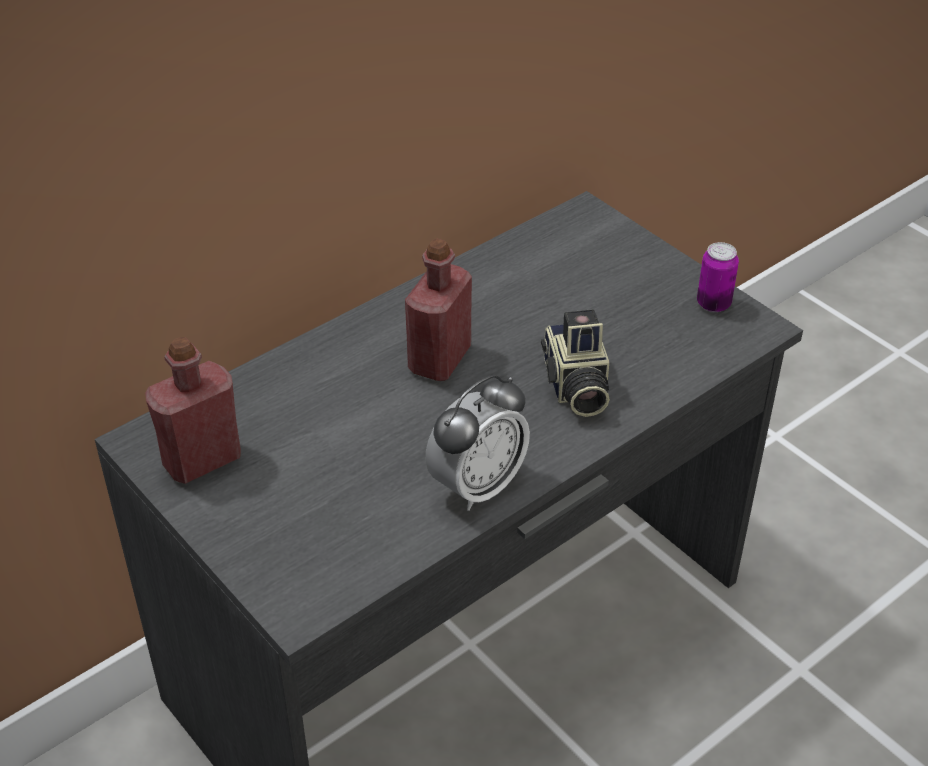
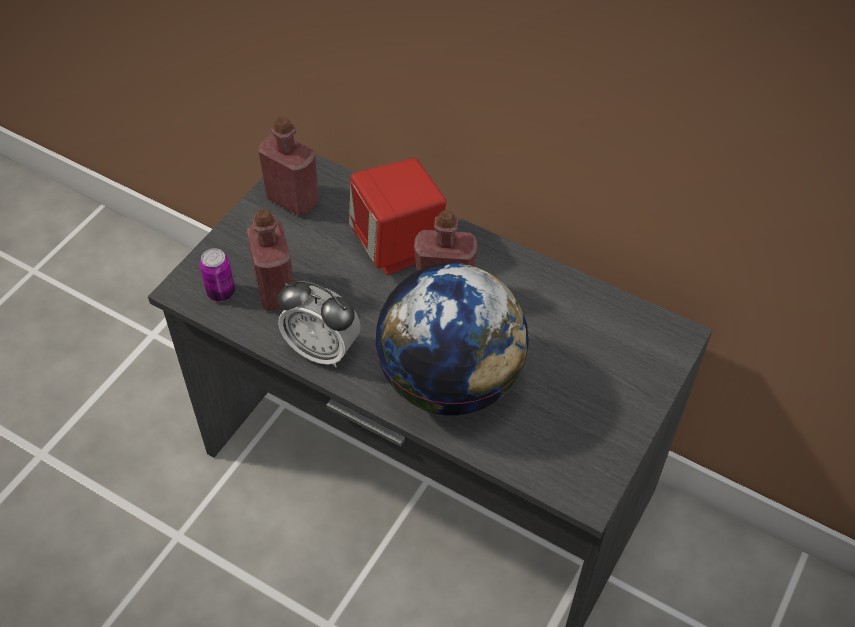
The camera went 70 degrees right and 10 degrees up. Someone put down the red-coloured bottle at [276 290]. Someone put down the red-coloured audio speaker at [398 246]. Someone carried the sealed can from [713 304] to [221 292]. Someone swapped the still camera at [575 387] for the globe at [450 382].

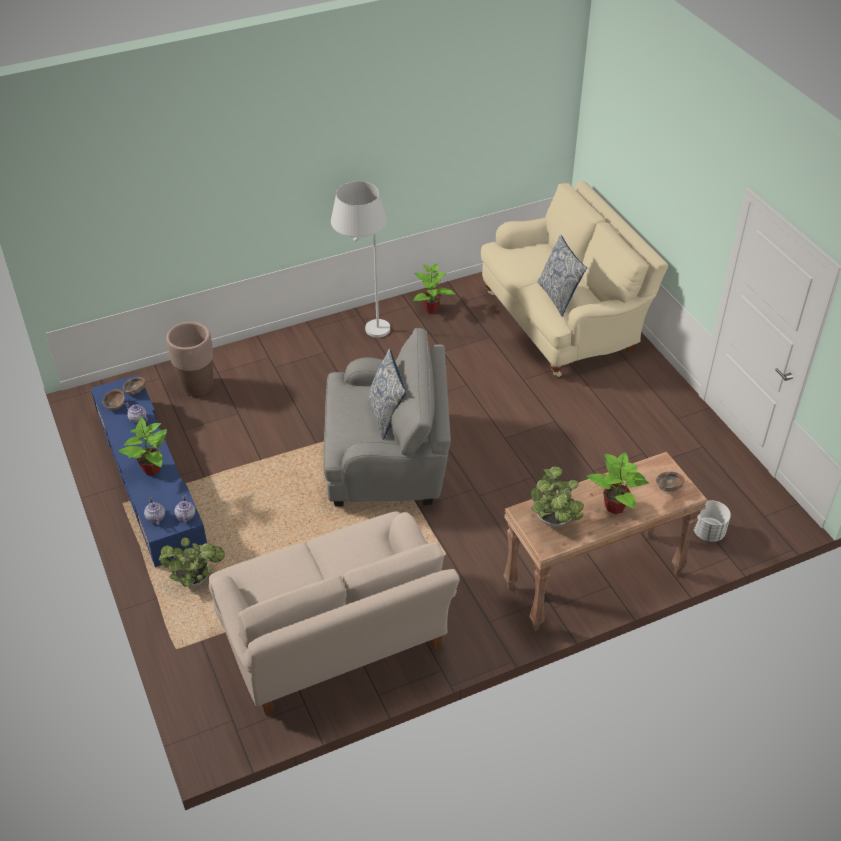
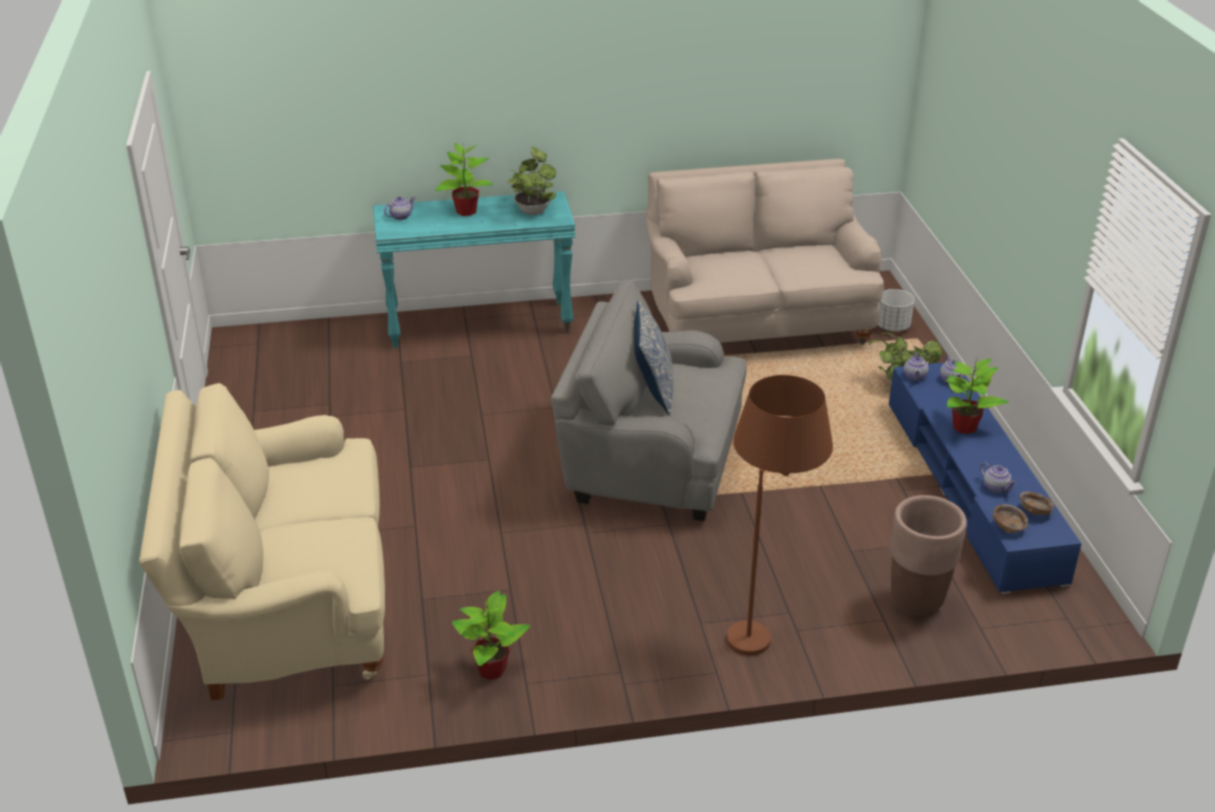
The camera went 165 degrees left and 10 degrees down. Someone took away the whitish standing lamp at [363 330]. Someone took away the cushion at [559 297]. Someone put down the brownish standing lamp at [766 629]. Someone carried the whitish flower pot from [708 532] to [892 326]. Someone swapped the brownish deep dish at [668 487] for the teapot at [401 216]. Someone repainted the brownish narrow table at [593 582], which became the blue-green narrow table at [480 324].

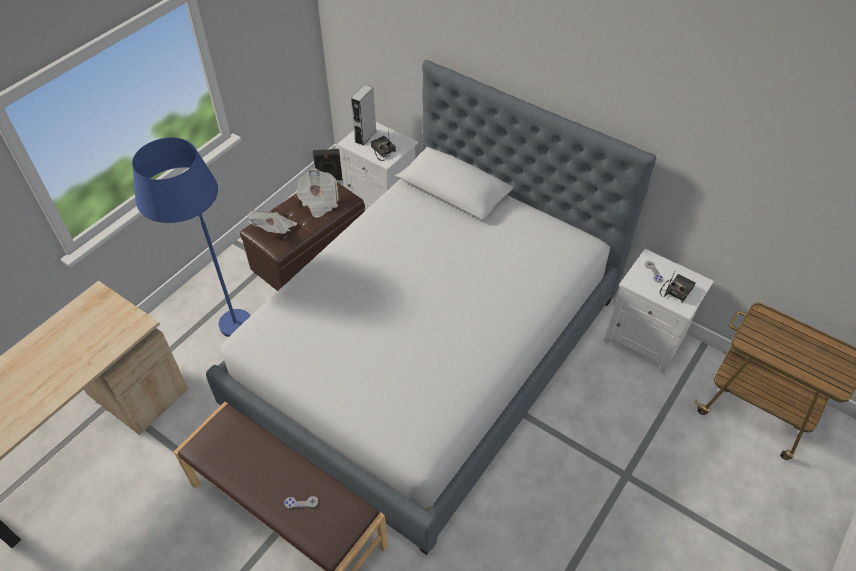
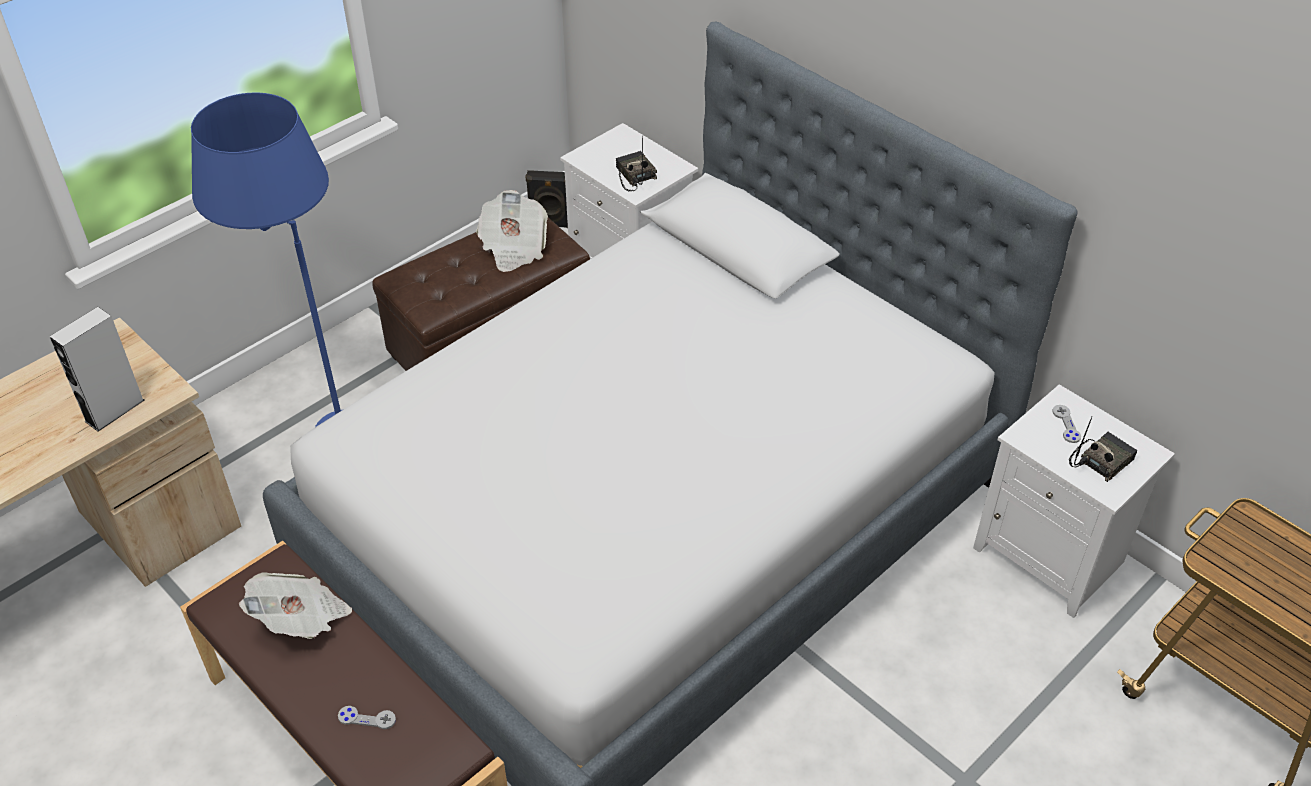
The camera went 10 degrees right and 5 degrees down. Someone carried the daily paper from [274 230] to [301 619]. Someone carried the greyish audio speaker from [365 136] to [114 410].

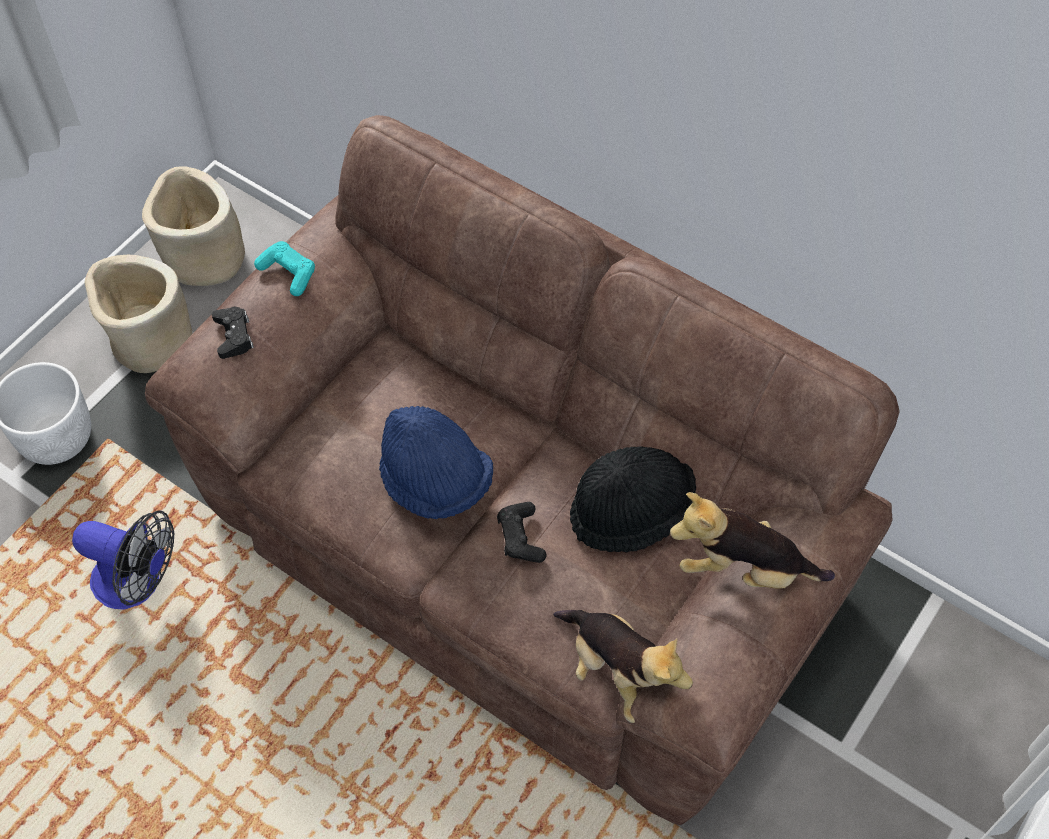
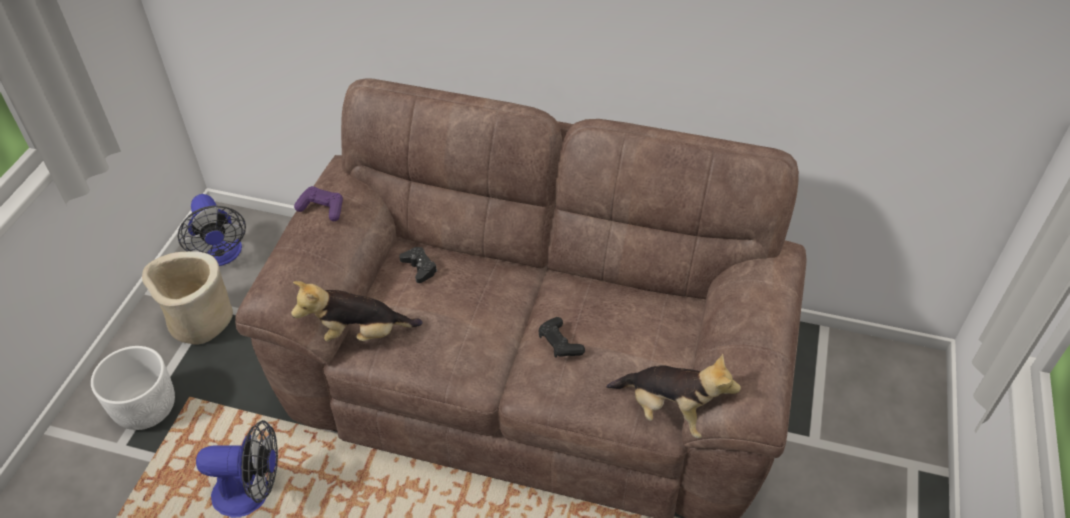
The camera went 20 degrees left and 10 degrees down. Someone took away the blue wearable hat at [435 482]. Someone took away the black-coloured wearable hat at [631 512]. Someone carried the black-coloured joypad from [233 336] to [419 267]. Someone carried the soft toy from [743 569] to [359 335]. Someone swapped the beige-coloured flower pot at [204 258] for the electric fan at [221 255]. Someone repainted the blue-green joypad at [288 273], which became the purple joypad at [322 208].

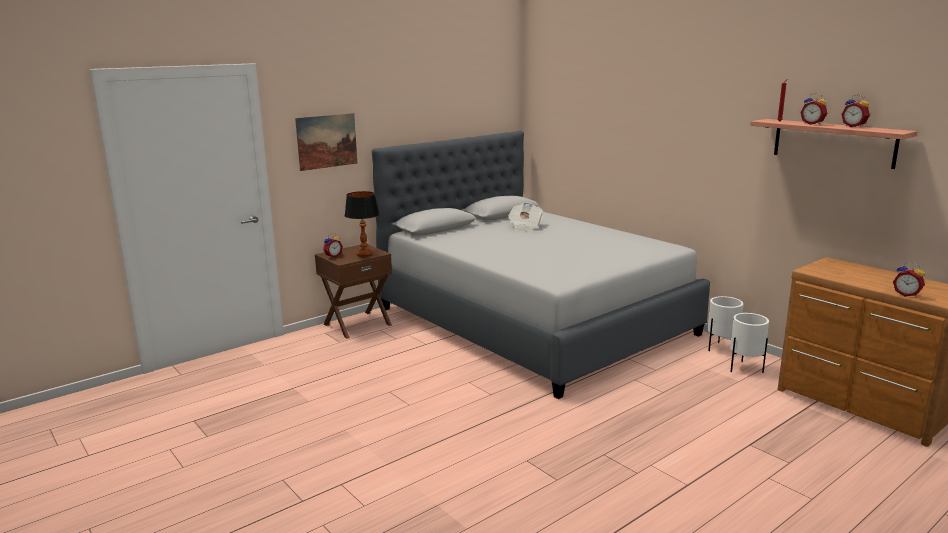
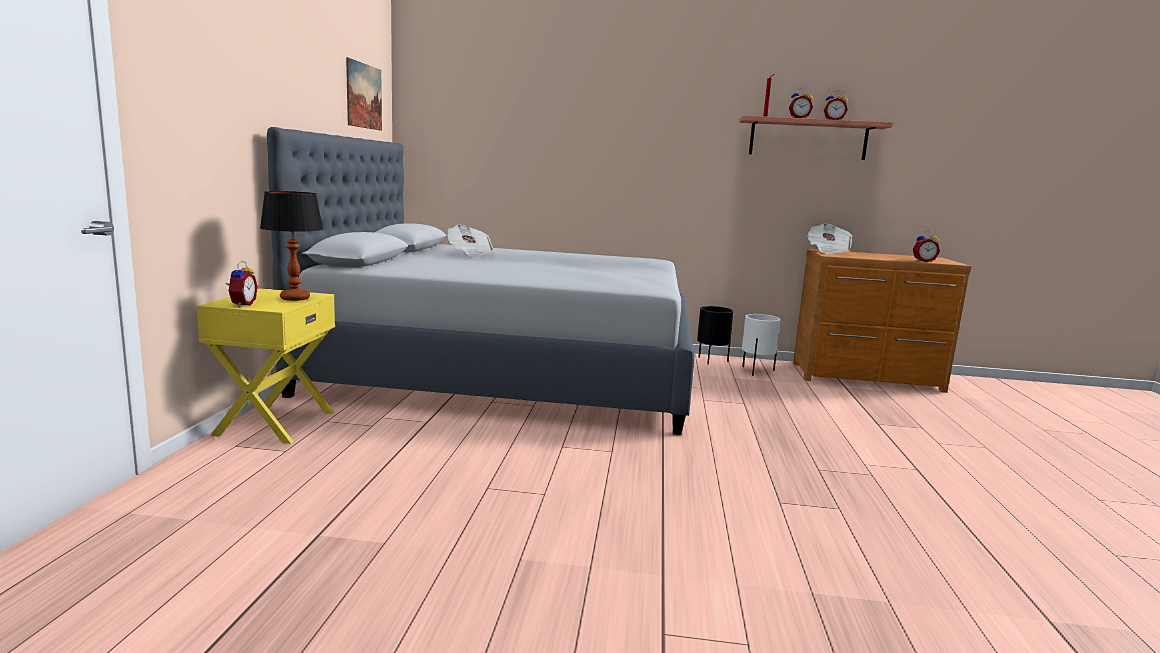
The camera went 45 degrees left and 5 degrees down. Someone put down the daily paper at [827 251]. Someone carried the wall picture from [327 141] to [364 96]. Someone repainted the brownish night table at [357 324], which became the yellow-coloured night table at [274 423]. Someone repainted the whitish flower pot at [722 349], which became the black-coloured flower pot at [711 361].

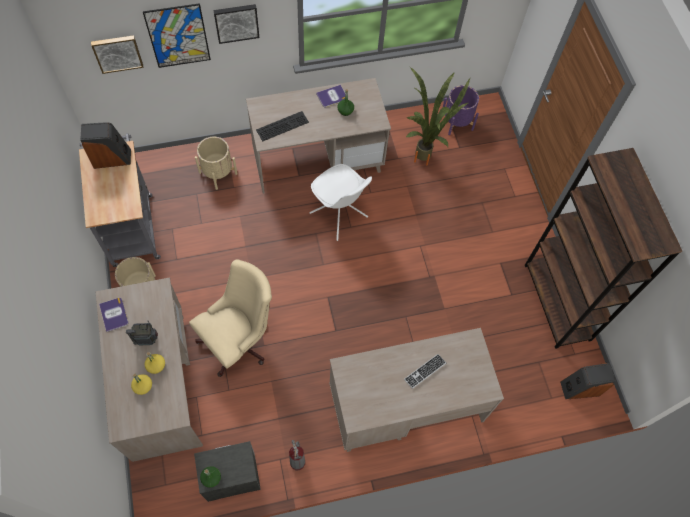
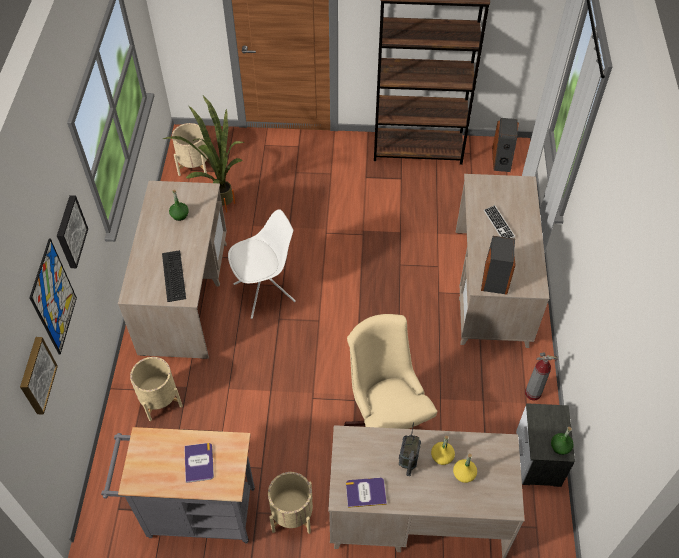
The camera went 70 degrees left and 10 degrees down. Someone carried the audio speaker from [111 157] to [495 276]. Someone carried the book from [332 96] to [199 462]. Someone repainted the purple flower pot at [457 122], which became the beige-coloured flower pot at [194 165].

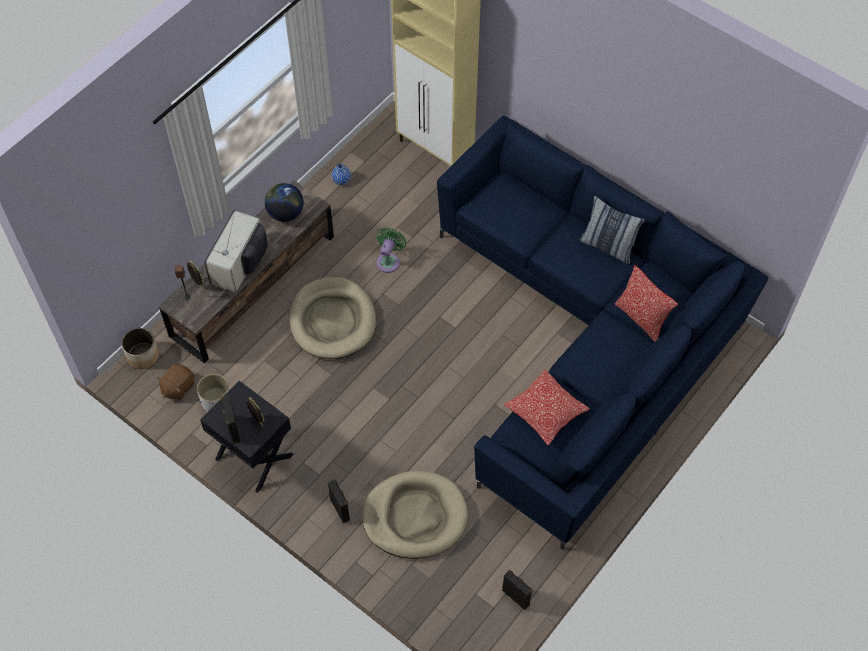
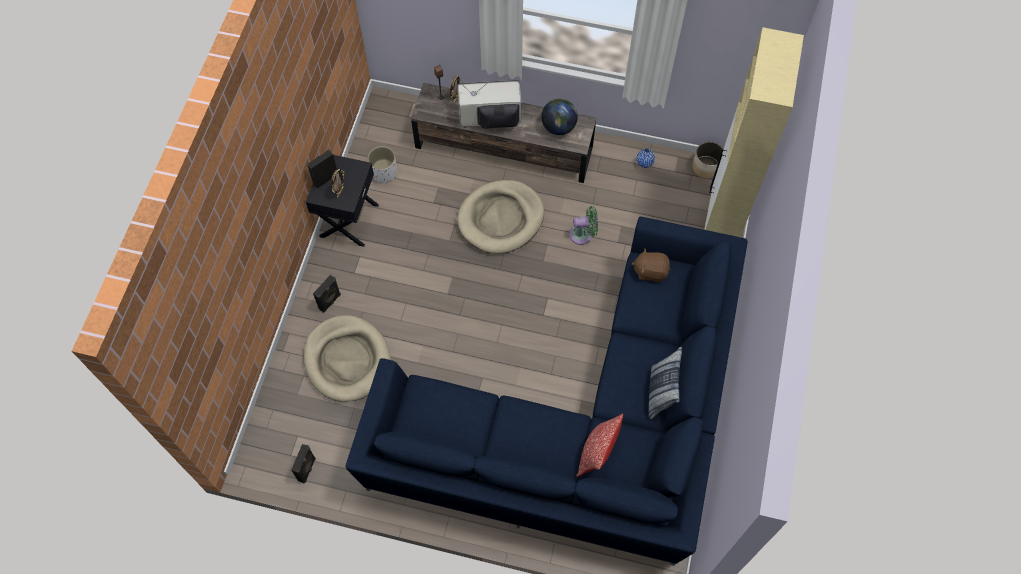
The camera went 65 degrees right and 5 degrees up. Someone took away the cushion at [546 412]. Someone carried the flower pot from [142 355] to [706 167]. Someone carried the brownish soft toy from [178 387] to [650 271].

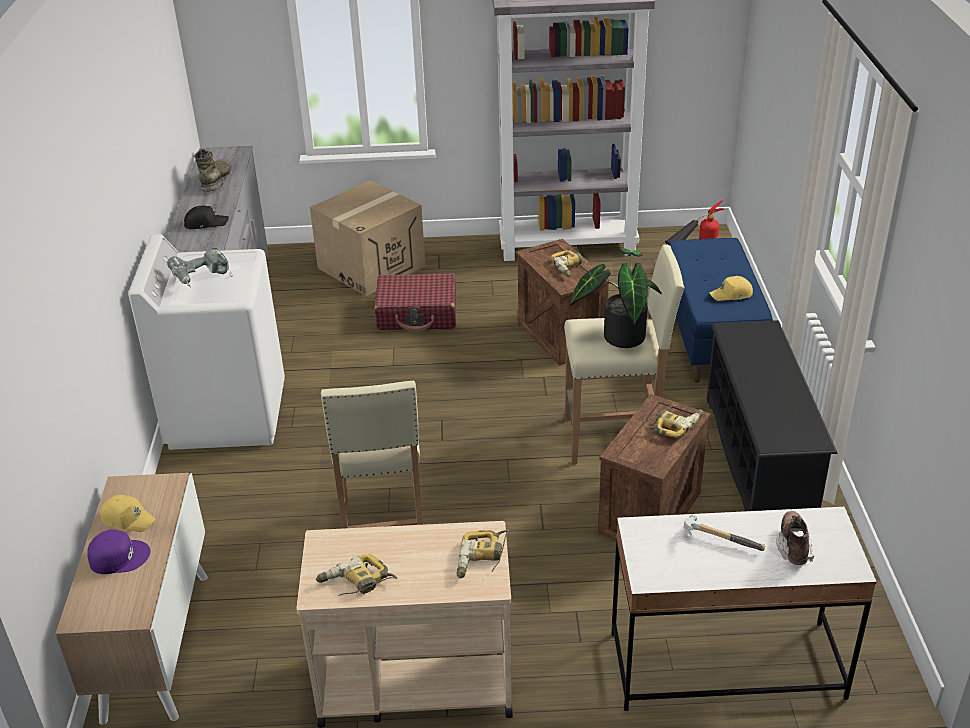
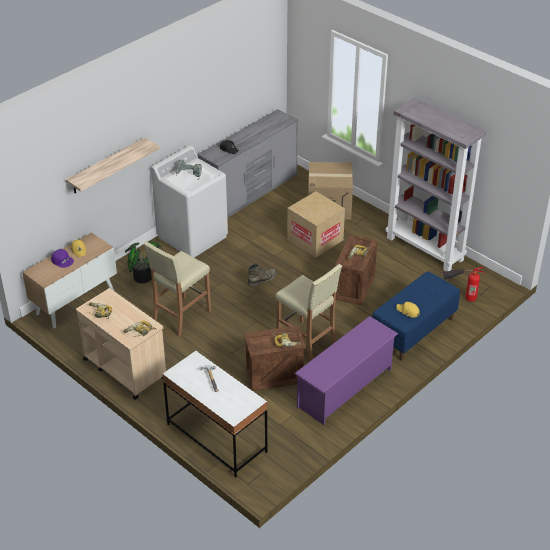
The camera went 45 degrees right and 5 degrees up. Someone took away the brownish high-top boot at [793 546]. Someone put up the wall shelf at [107 166]. Someone carried the greenish high-top boot from [217 179] to [262 279]. Someone carried the potted plant from [619 335] to [142 276]. Someone swapped the red-coloured piece of luggage at [417 314] for the cardboard box at [315 239]. Someone repainted the black-coloured shoe shelf at [758 459], which became the purple shoe shelf at [345 388].

